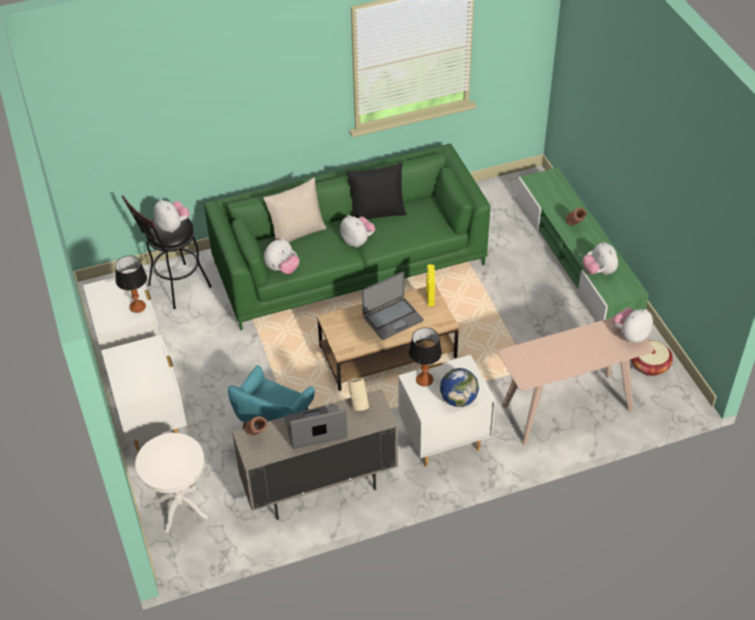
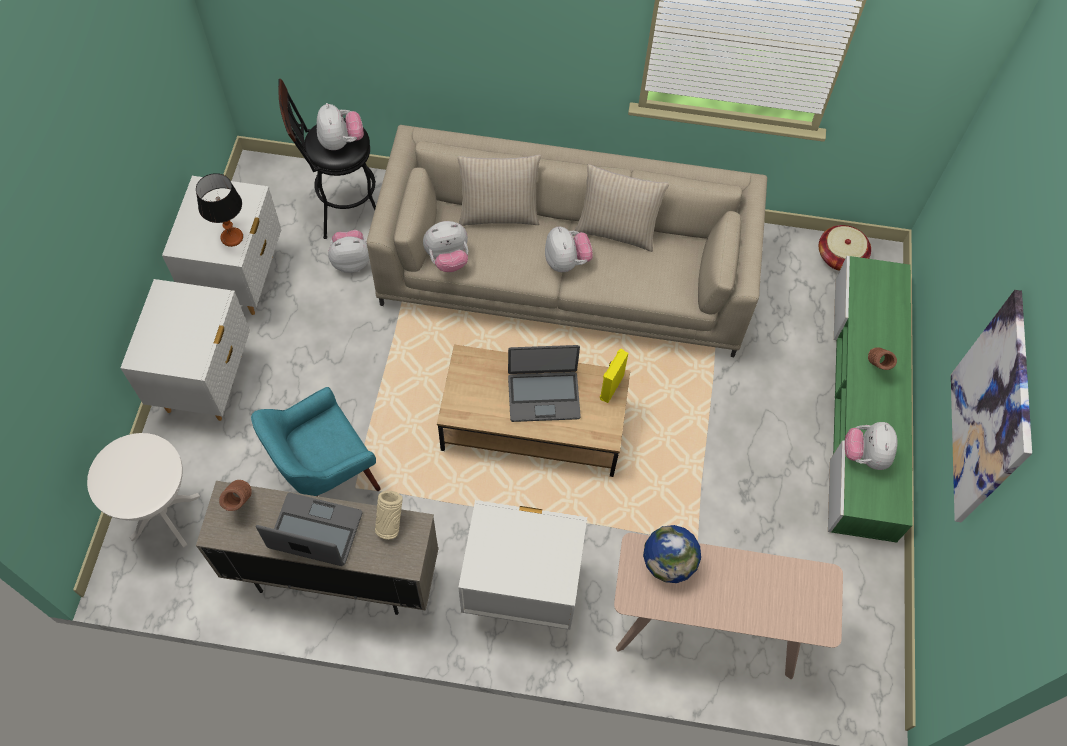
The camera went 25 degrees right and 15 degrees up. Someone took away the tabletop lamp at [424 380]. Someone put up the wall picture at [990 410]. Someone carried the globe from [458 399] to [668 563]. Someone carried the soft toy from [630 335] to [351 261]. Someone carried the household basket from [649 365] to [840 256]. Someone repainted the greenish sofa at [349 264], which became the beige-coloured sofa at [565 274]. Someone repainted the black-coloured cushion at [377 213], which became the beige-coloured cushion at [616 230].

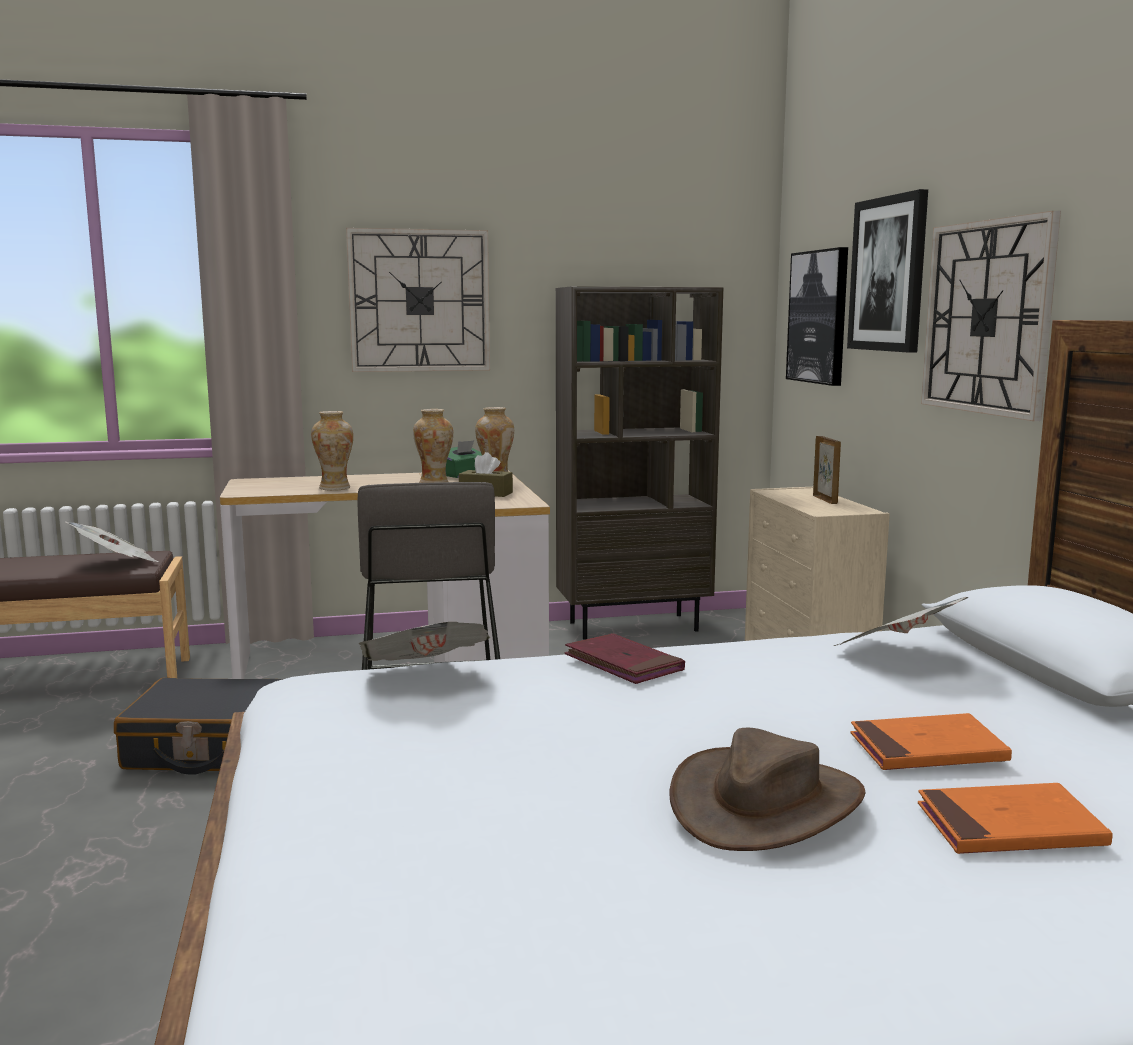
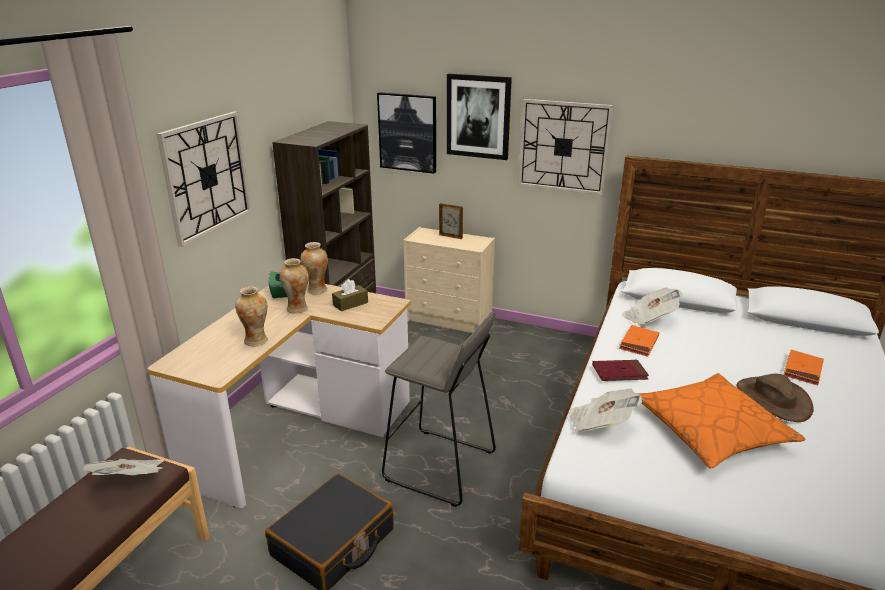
The camera went 55 degrees left and 15 degrees up. Someone put down the orange-coloured cushion at [711 430]. Someone carried the orange-coloured book from [927 749] to [639 343].

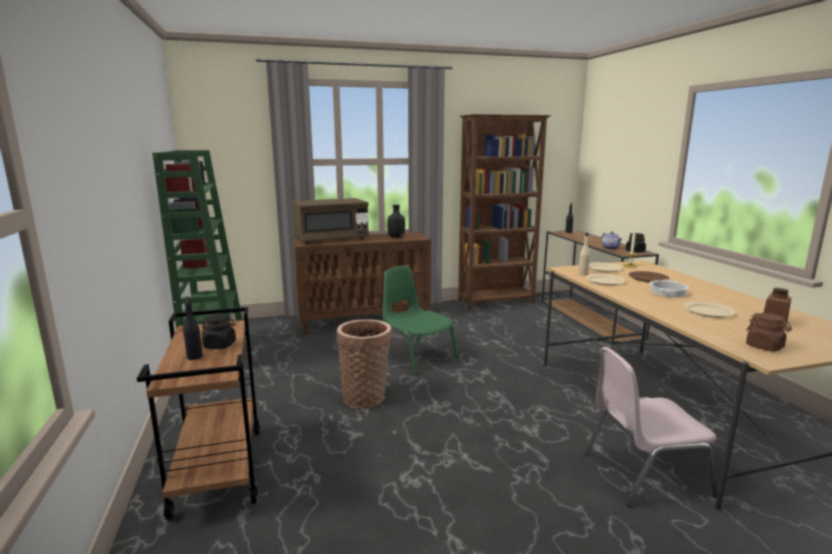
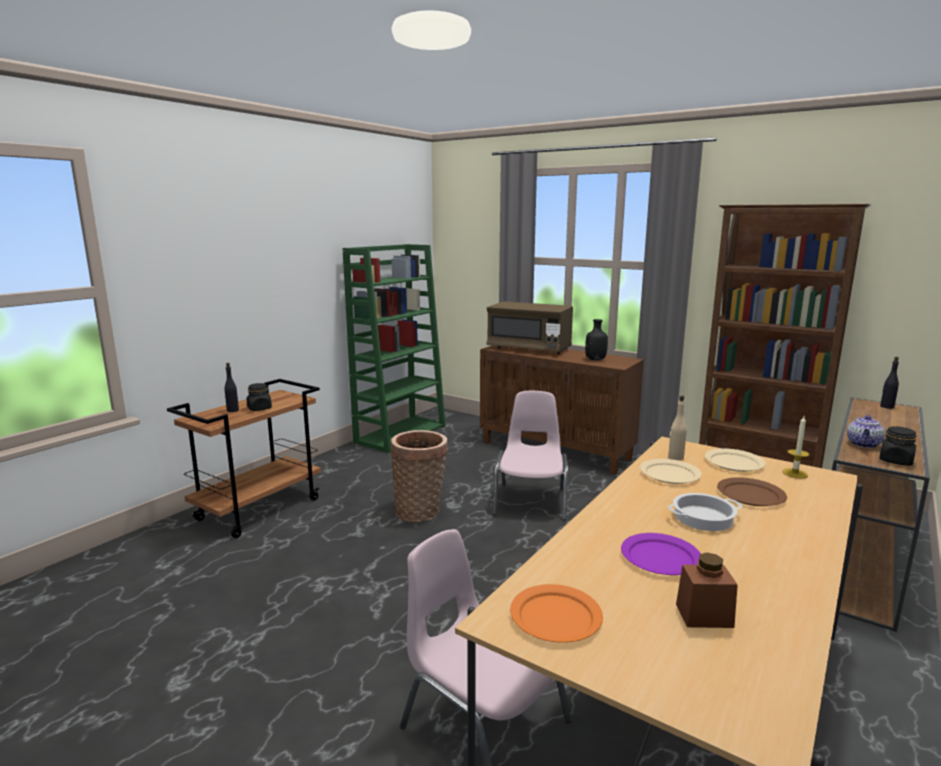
The camera went 50 degrees right and 0 degrees up. Someone swapped the brownish storage jar at [764 347] for the orange-coloured dinner plate at [555 616]. Someone repainted the greenish plain chair at [416 356], which became the pink plain chair at [531 500]. Someone repainted the beige-coloured dinner plate at [708 311], which became the purple dinner plate at [660 557].

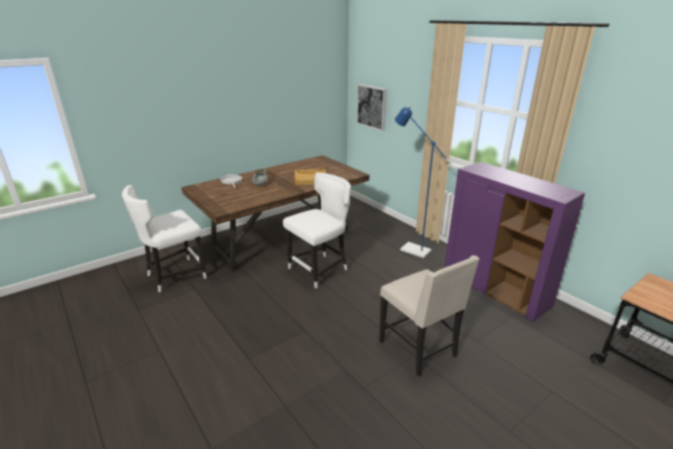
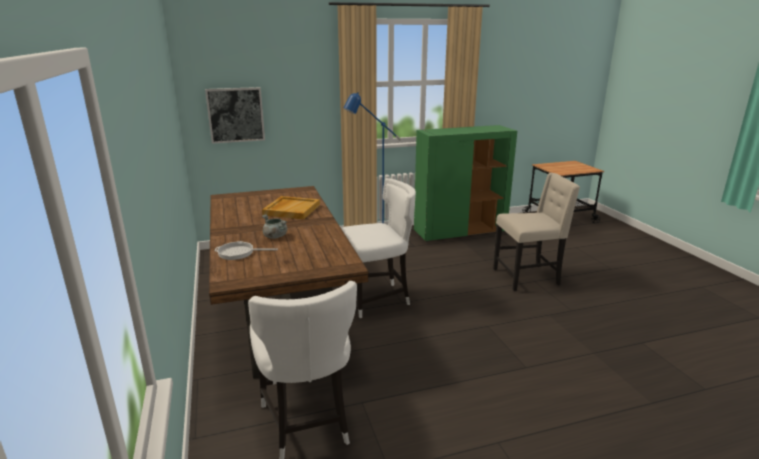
The camera went 70 degrees left and 5 degrees down. Someone repainted the purple storage cabinet at [495 290], which became the greenish storage cabinet at [460 232]. Someone rotated the whitish plain chair at [320 270] by 90 degrees clockwise.

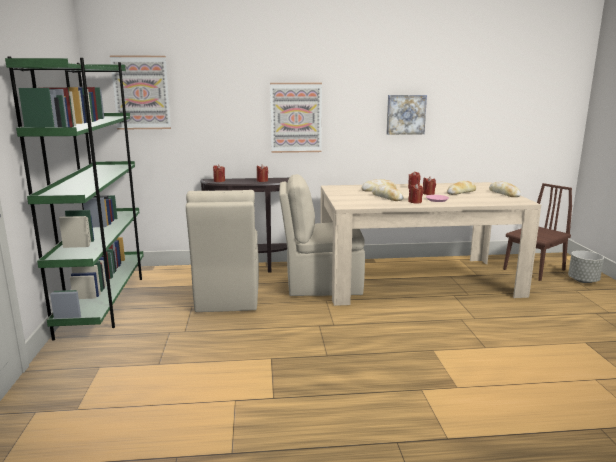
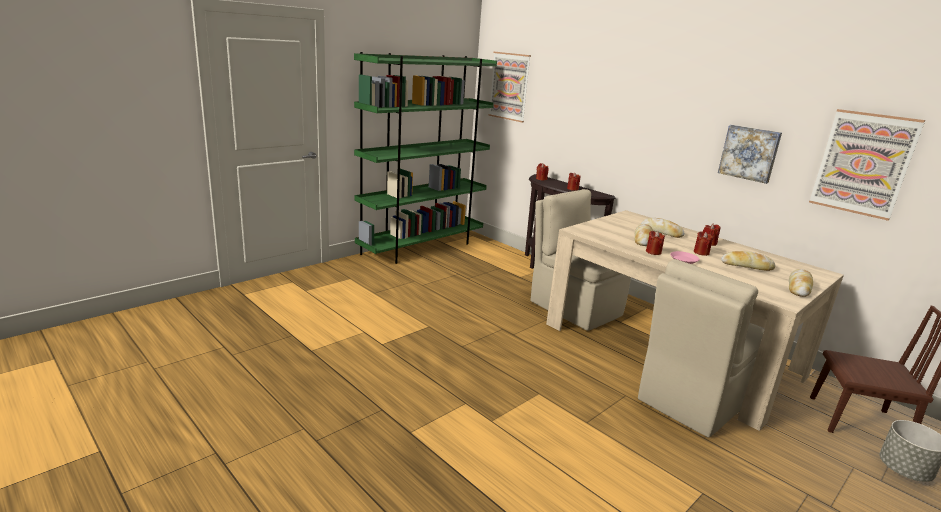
The camera went 50 degrees right and 5 degrees up. Someone carried the beige-coloured plain chair from [227 297] to [692 400]. Someone carried the wall picture from [296 117] to [863 164].

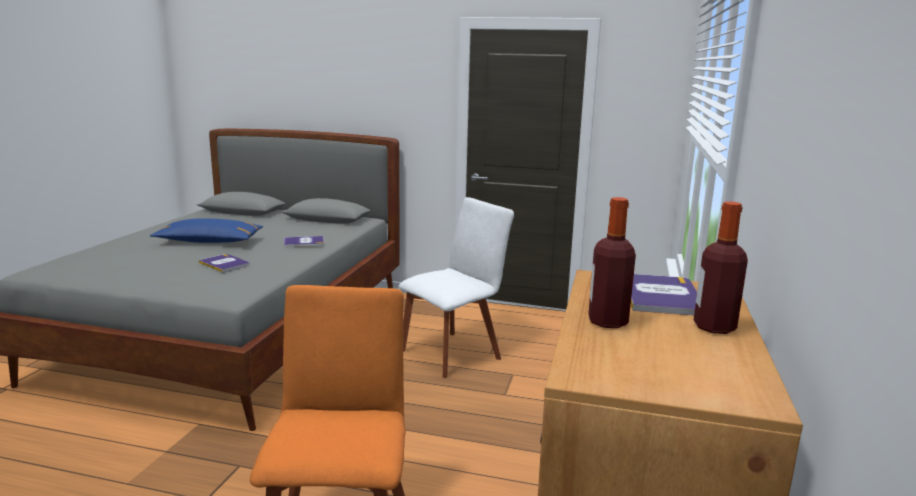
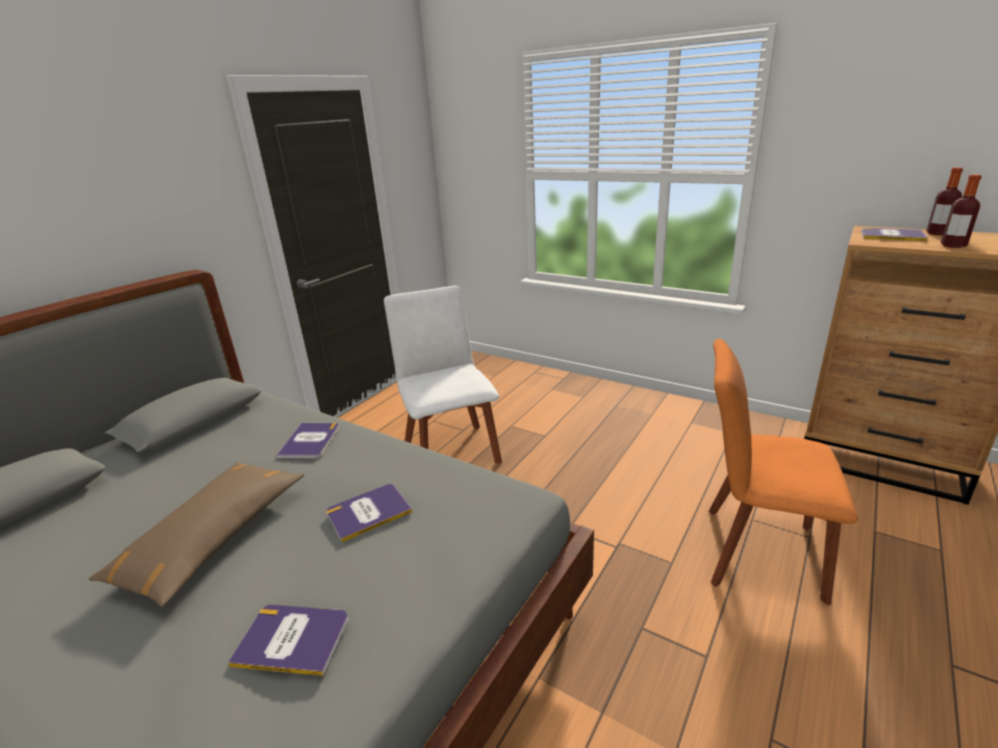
The camera went 70 degrees left and 10 degrees up. Someone put down the book at [292 639]. Someone repainted the blue cushion at [209 242], which became the brownish cushion at [213 538].

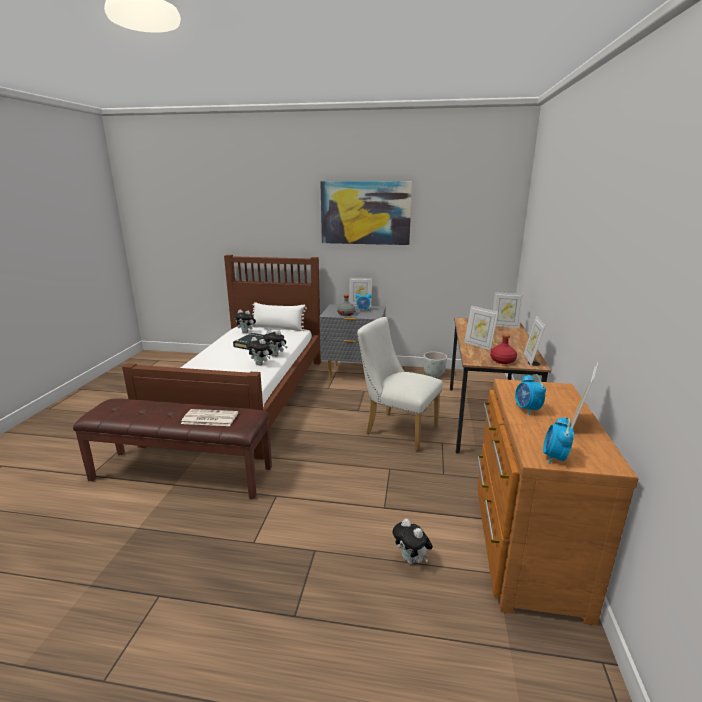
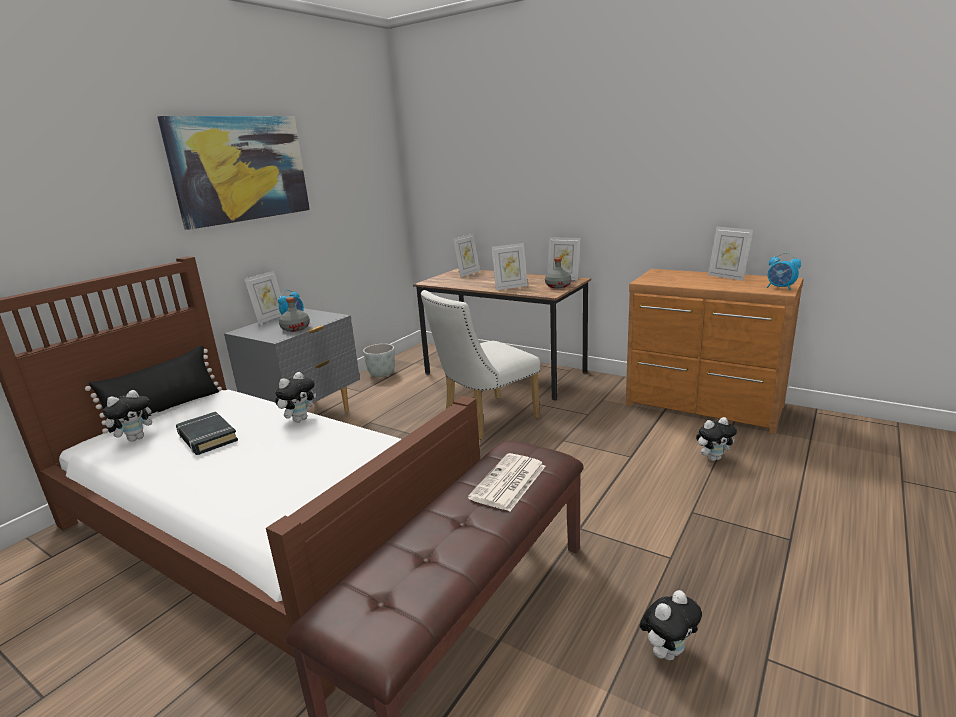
The camera went 65 degrees left and 0 degrees up. Someone took away the alarm clock at [527 409]. Someone carried the soft toy from [261 364] to [667 651]. Someone repainted the whitish cushion at [278 328], which became the black-coloured cushion at [165 409]. Someone repainted the red-coloured bottle at [502 361], which became the greyish bottle at [558 286].

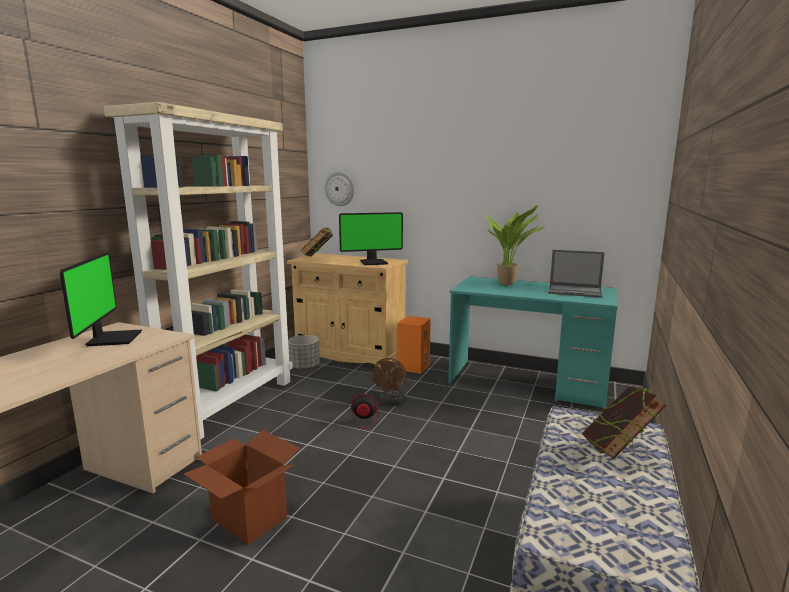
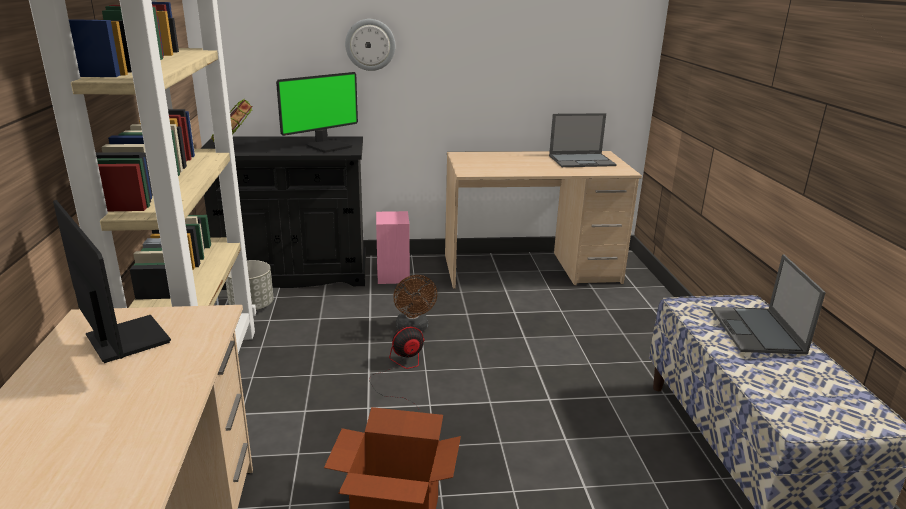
The camera went 30 degrees left and 10 degrees up. Someone took away the potted plant at [508 284]. Someone carried the wall clock from [340 189] to [370 45]. Someone swapped the book at [617 452] for the notebook computer at [757 331]. Someone repainted the beige-coloured storage cabinet at [350 353], which became the black-coloured storage cabinet at [294 273]. Someone repainted the orange-coloured audio speaker at [413 366], which became the pink audio speaker at [392 275]. Someone repainted the blue-green desk table at [527 383], which became the beige-coloured desk table at [531 270].

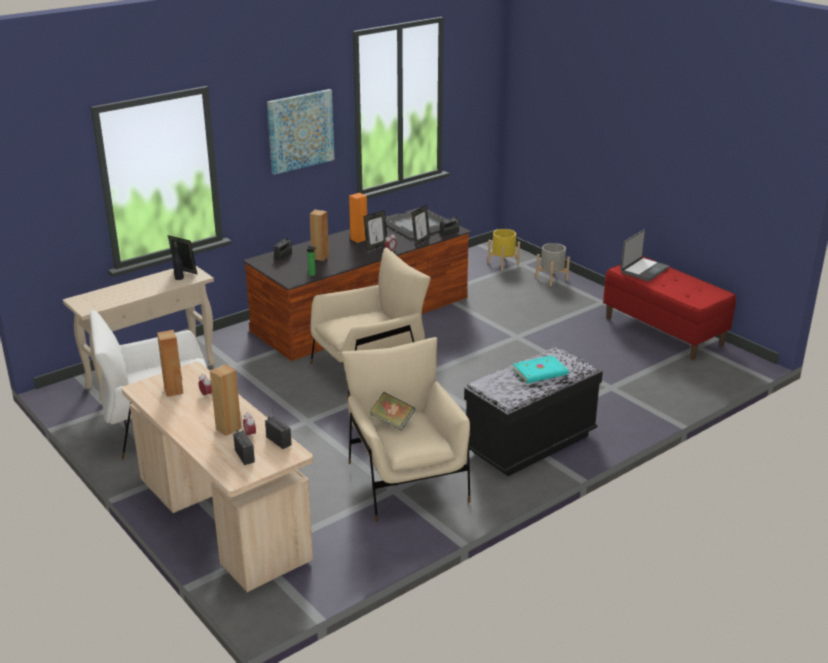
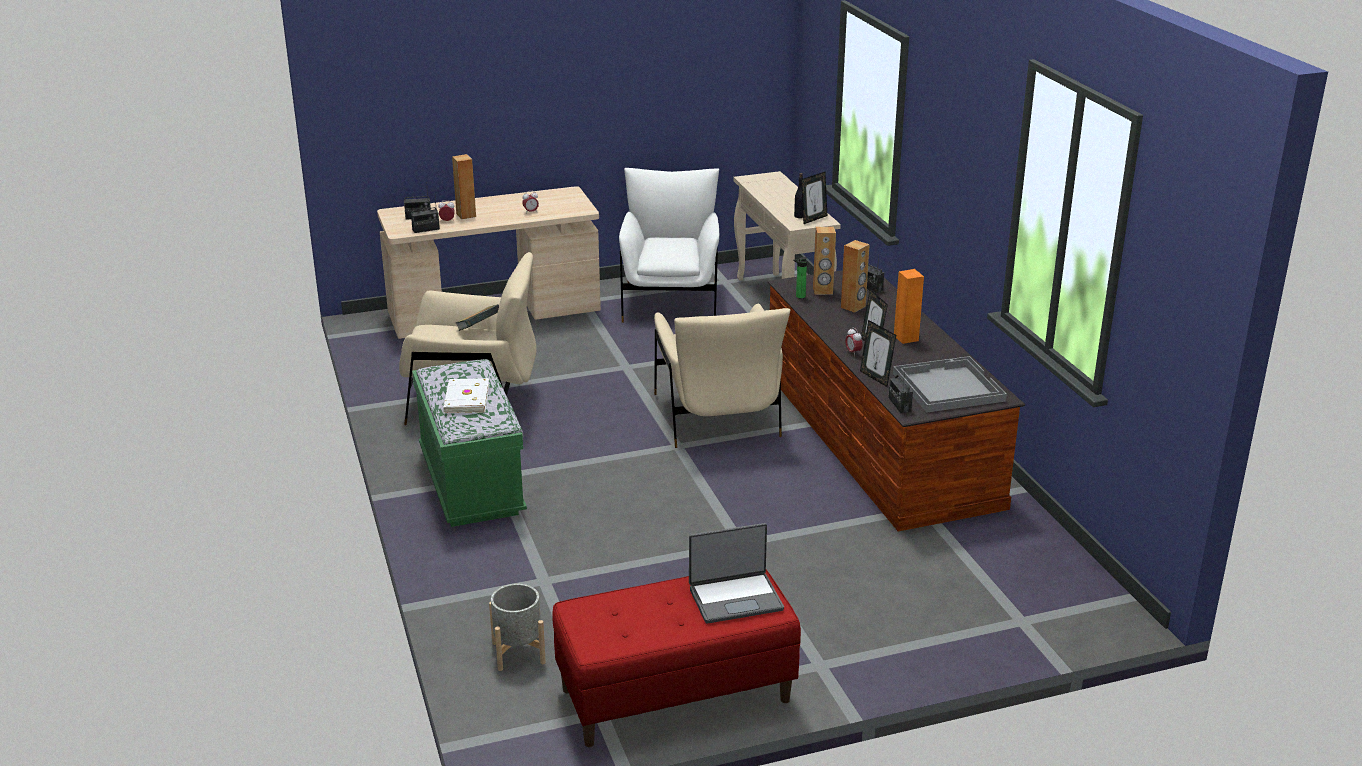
The camera went 110 degrees right and 0 degrees up. Someone took away the wall picture at [300 131]. Someone took away the yellow-coloured flower pot at [503 263]. Someone carried the brownish audio speaker from [174 390] to [822 291]. Someone carried the greyish flower pot from [551 278] to [519 653]. Someone repainted the black-coloured bench at [530 443], which became the greenish bench at [471 484]. Someone repainted the blue-green book at [540 372], which became the whitish book at [465 399]. Someone rotated the notebook computer at [643 270] by 75 degrees counterclockwise.

